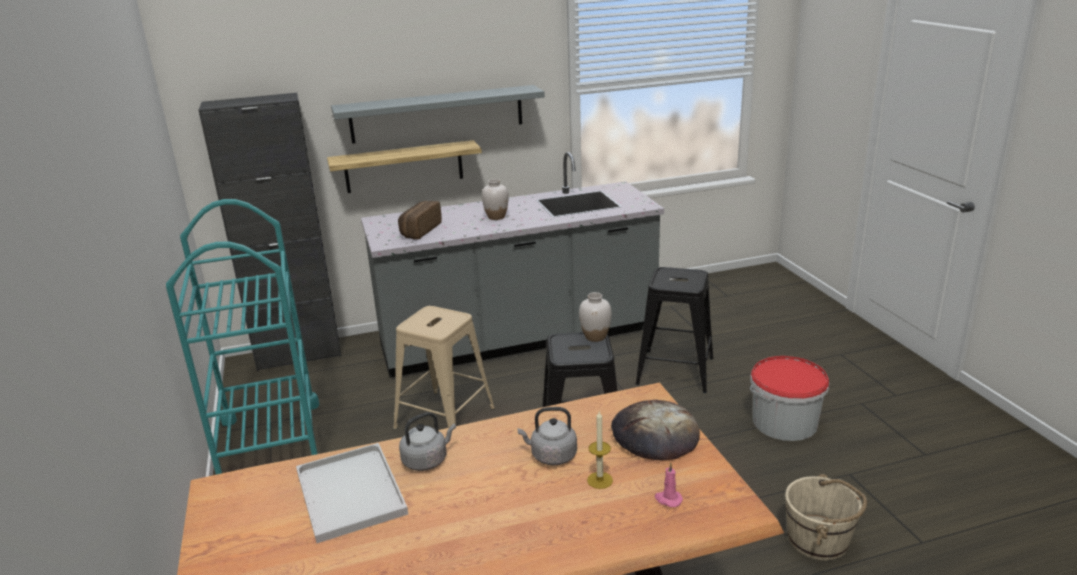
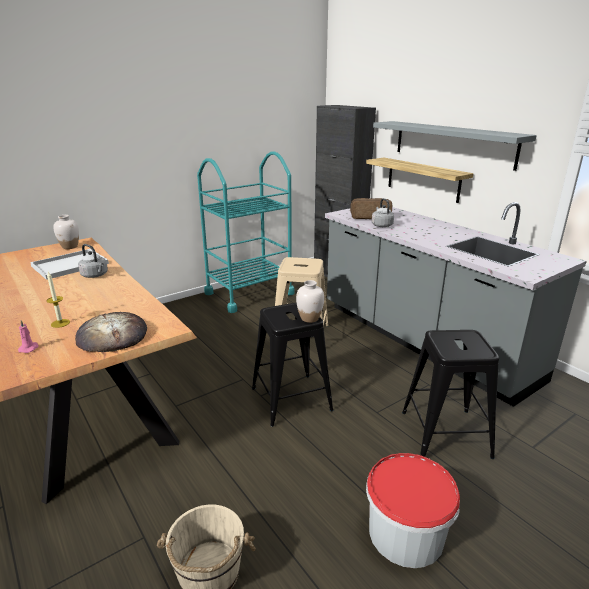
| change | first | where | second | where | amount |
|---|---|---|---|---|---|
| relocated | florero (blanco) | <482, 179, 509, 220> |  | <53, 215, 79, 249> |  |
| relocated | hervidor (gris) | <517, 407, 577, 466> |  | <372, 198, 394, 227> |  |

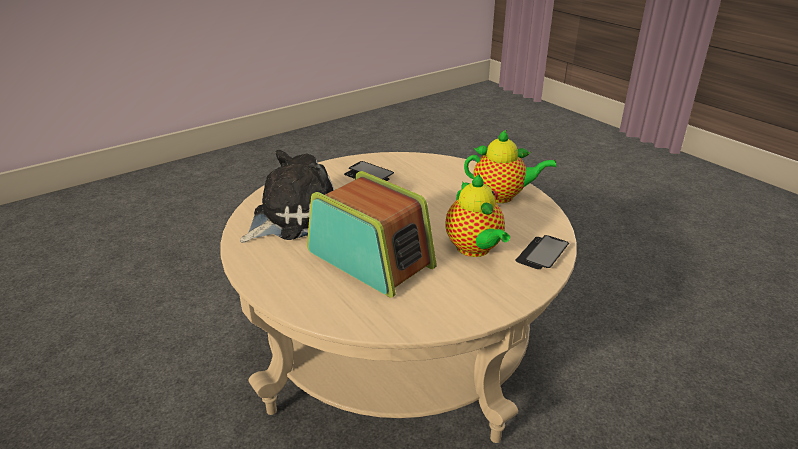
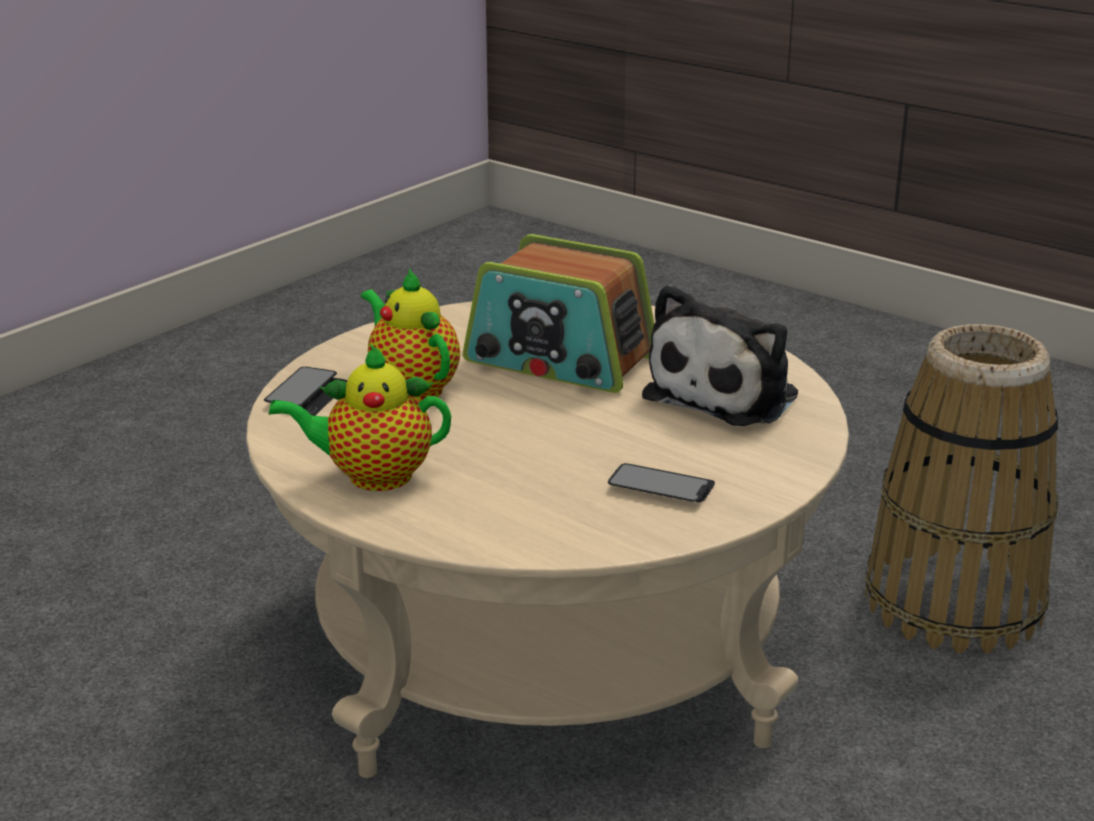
| change | first | where | second | where | amount |
|---|---|---|---|---|---|
| appeared |  |  | cesta | <865, 324, 1058, 654> |  |

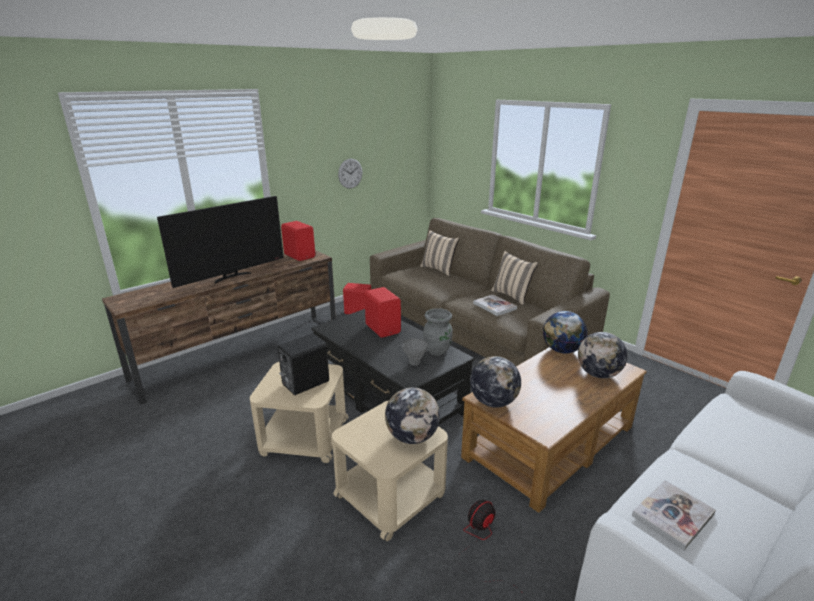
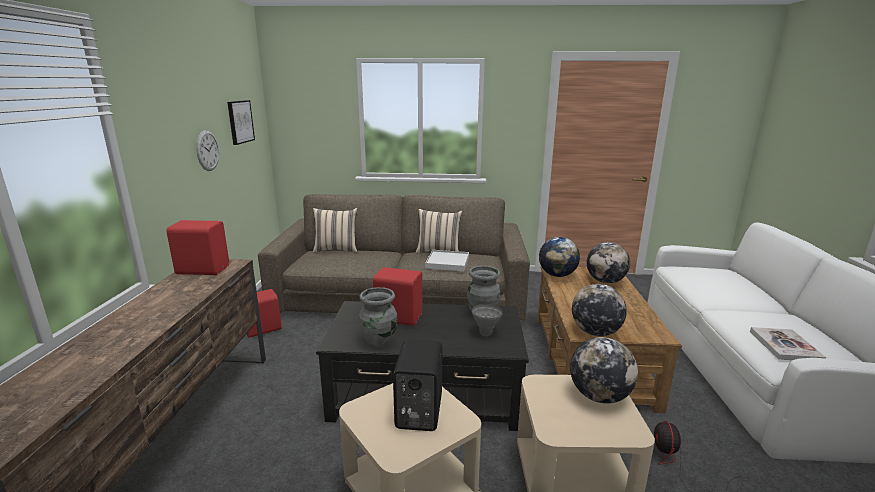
| change | first | where | second | where | amount |
|---|---|---|---|---|---|
| missing | televisor | <157, 196, 284, 288> |  |  |  |
| exchanged | libro | <473, 295, 517, 316> | bandeja (blanco) | <425, 250, 469, 272> |  |
| appeared |  |  | cuadro | <227, 100, 255, 145> |  |
| appeared |  |  | florero (gris) | <359, 287, 397, 348> |  |

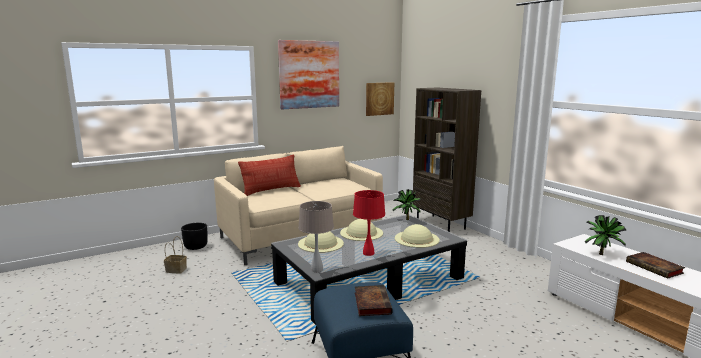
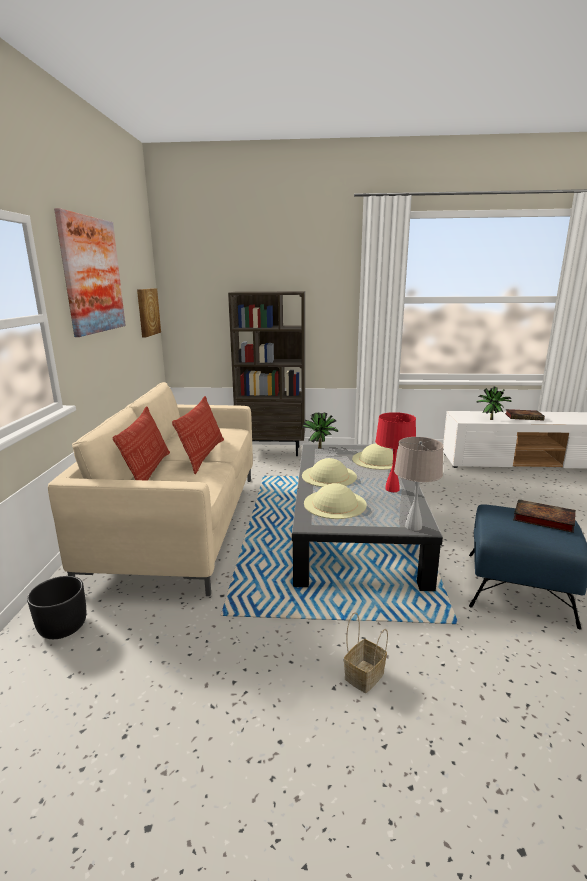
| change | first | where | second | where | amount |
|---|---|---|---|---|---|
| relocated | cesta | <164, 236, 187, 273> |  | <344, 612, 388, 693> |  |
| appeared |  |  | cojín | <172, 396, 224, 474> |  |

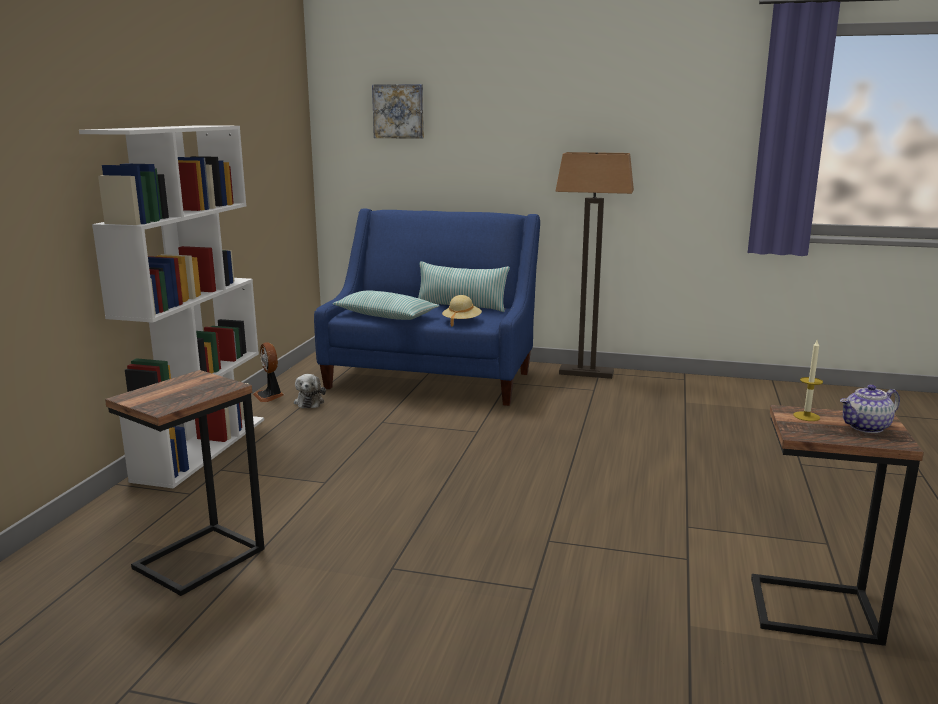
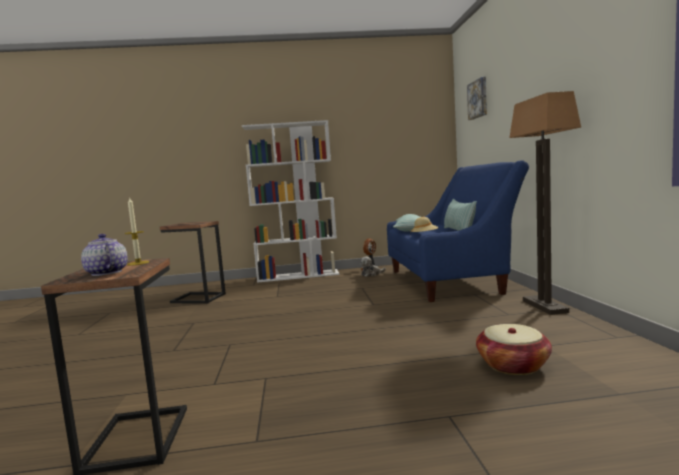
| change | first | where | second | where | amount |
|---|---|---|---|---|---|
| appeared |  |  | cesta | <476, 324, 552, 375> |  |

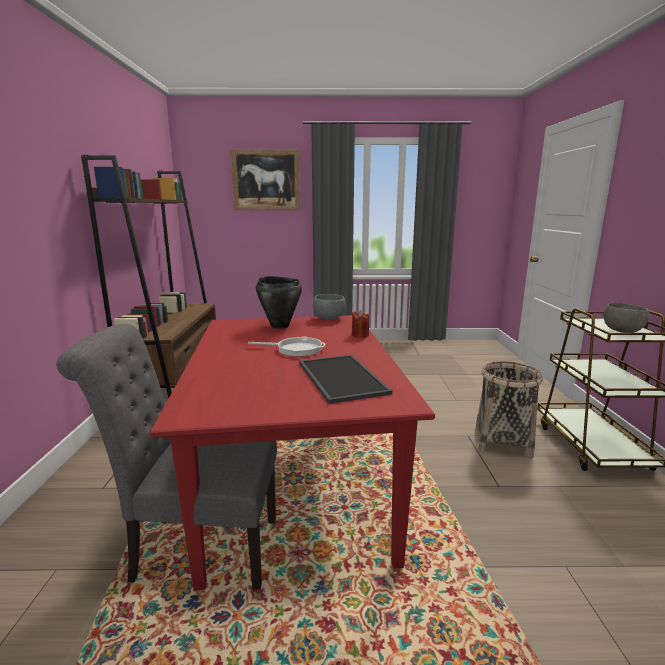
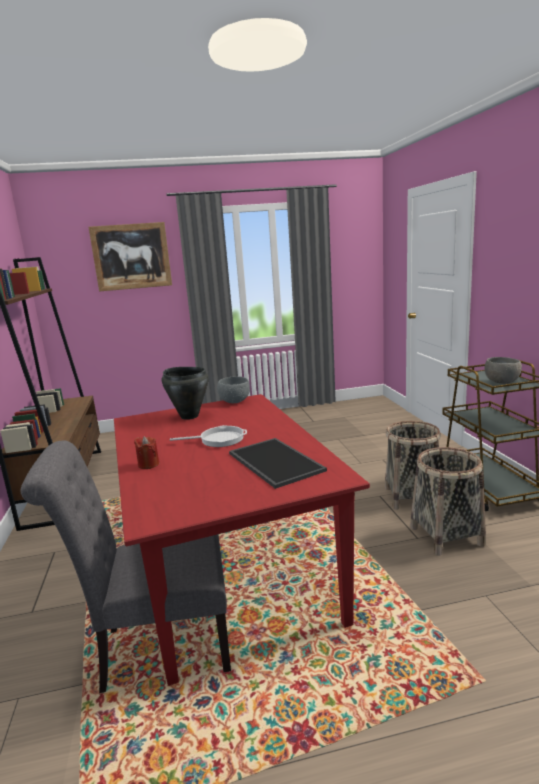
| change | first | where | second | where | amount |
|---|---|---|---|---|---|
| relocated | vela (rojo) | <352, 310, 369, 338> |  | <134, 436, 159, 469> |  |
| appeared |  |  | cesta | <410, 447, 486, 556> |  |

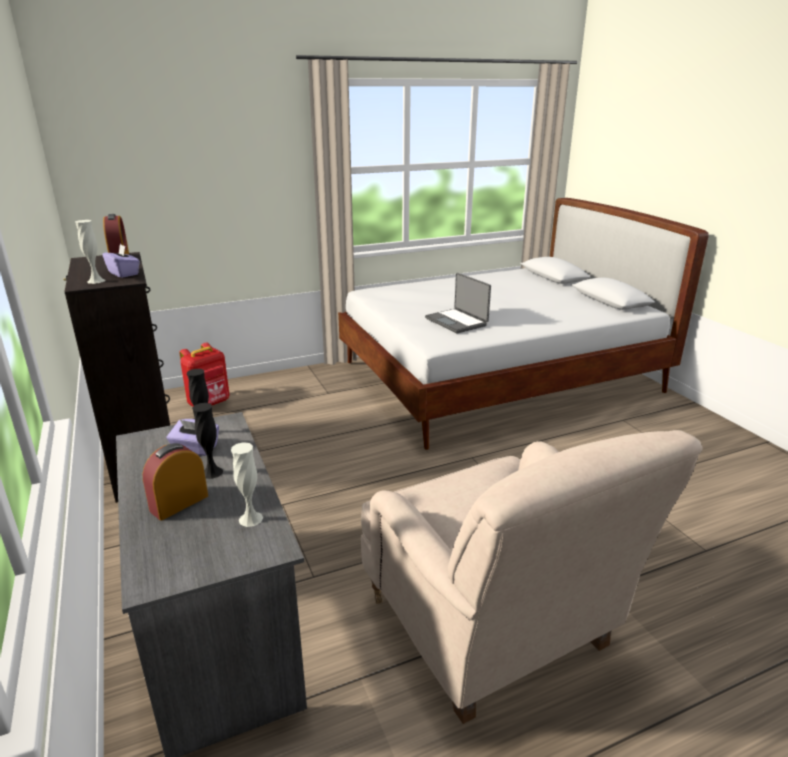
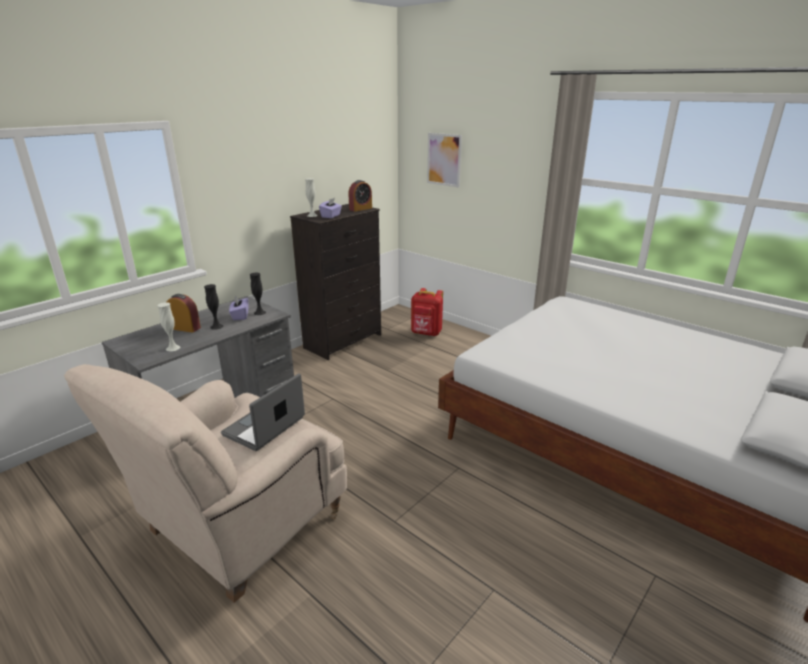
| change | first | where | second | where | amount |
|---|---|---|---|---|---|
| relocated | portátil | <425, 273, 491, 333> |  | <221, 374, 305, 451> |  |
| appeared |  |  | cuadro | <427, 133, 462, 187> |  |

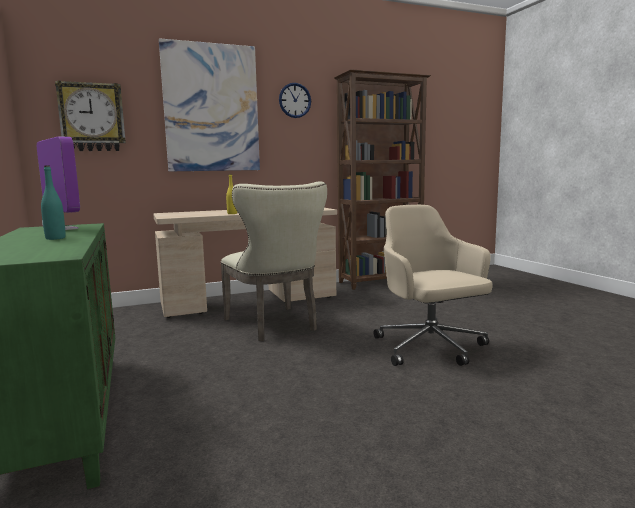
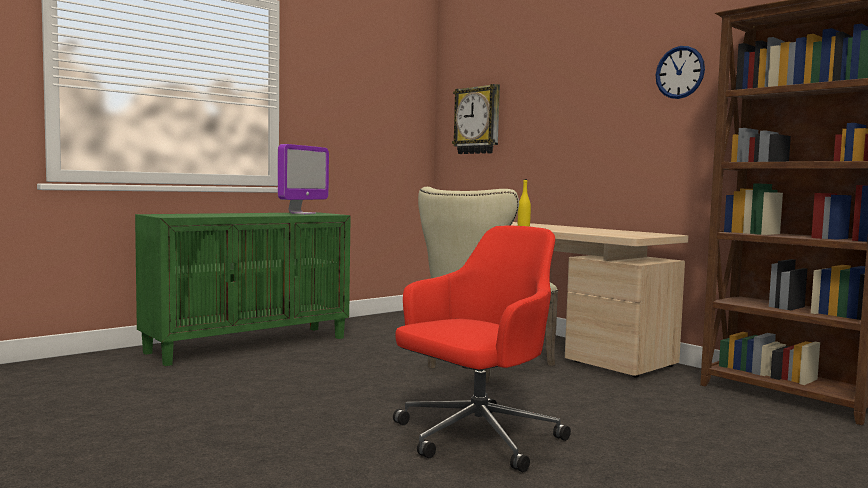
| change | first | where | second | where | amount |
|---|---|---|---|---|---|
| missing | botella (turquesa) | <41, 165, 66, 240> |  |  |  |
| missing | cuadro | <159, 38, 260, 171> |  |  |  |
| colour | silla de oficina (beis) | <374, 205, 493, 366> | silla de oficina (rojo) | <393, 225, 571, 472> |  |

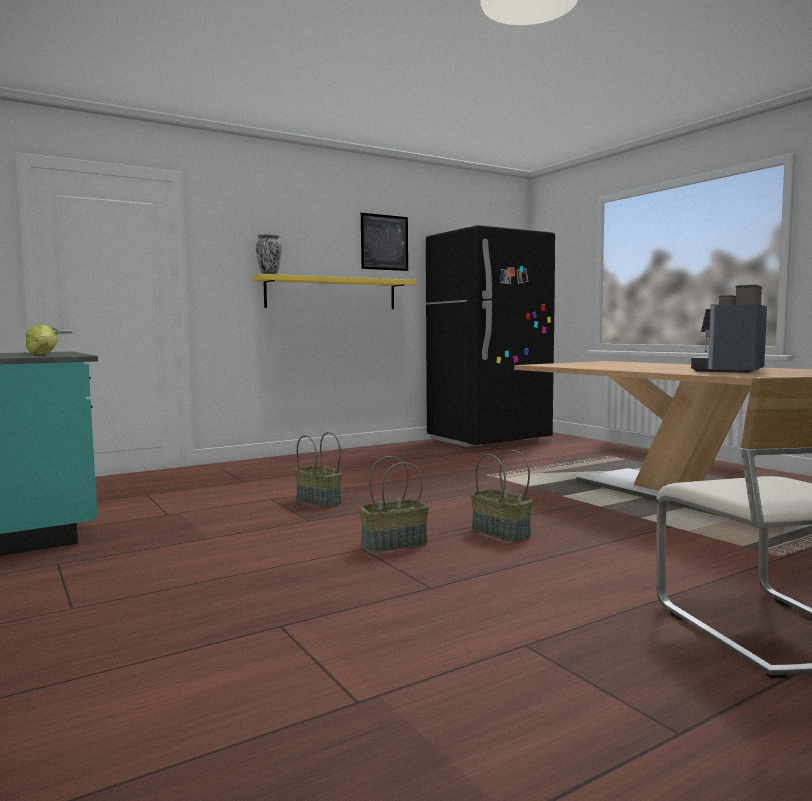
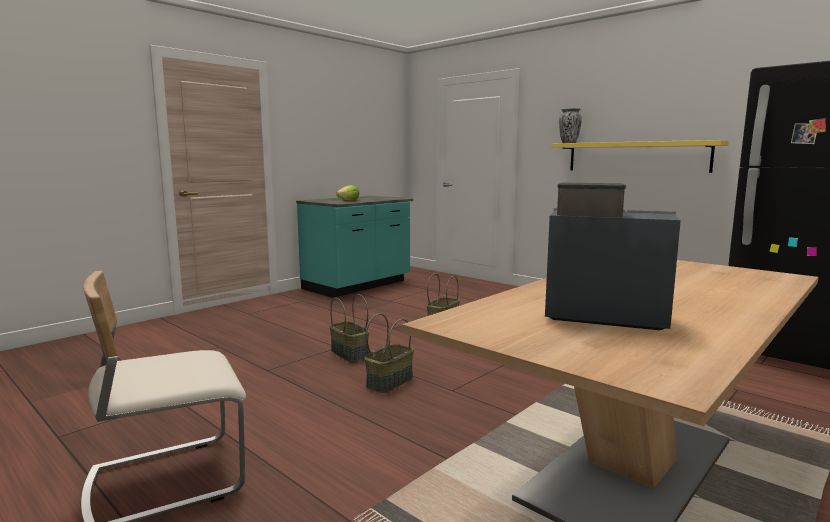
| change | first | where | second | where | amount |
|---|---|---|---|---|---|
| missing | cuadro | <361, 213, 408, 271> |  |  |  |

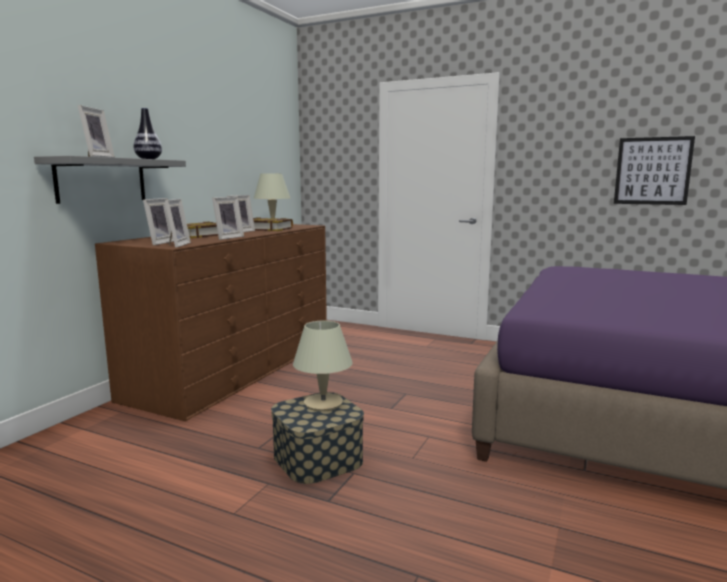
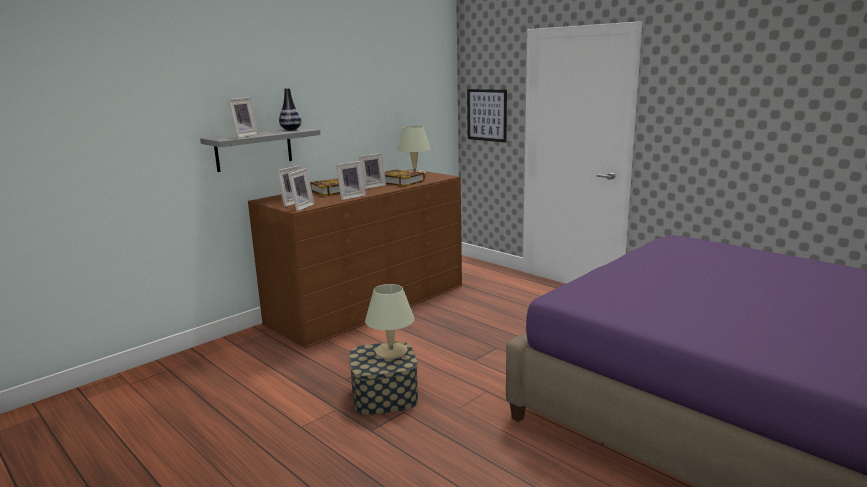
| change | first | where | second | where | amount |
|---|---|---|---|---|---|
| relocated | cuadro | <614, 136, 695, 205> |  | <467, 89, 507, 143> |  |

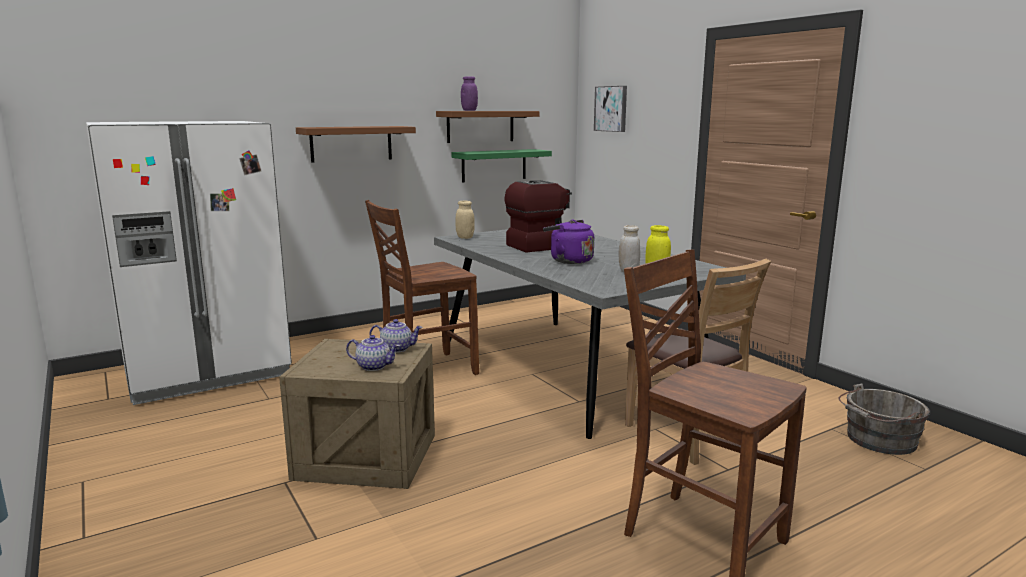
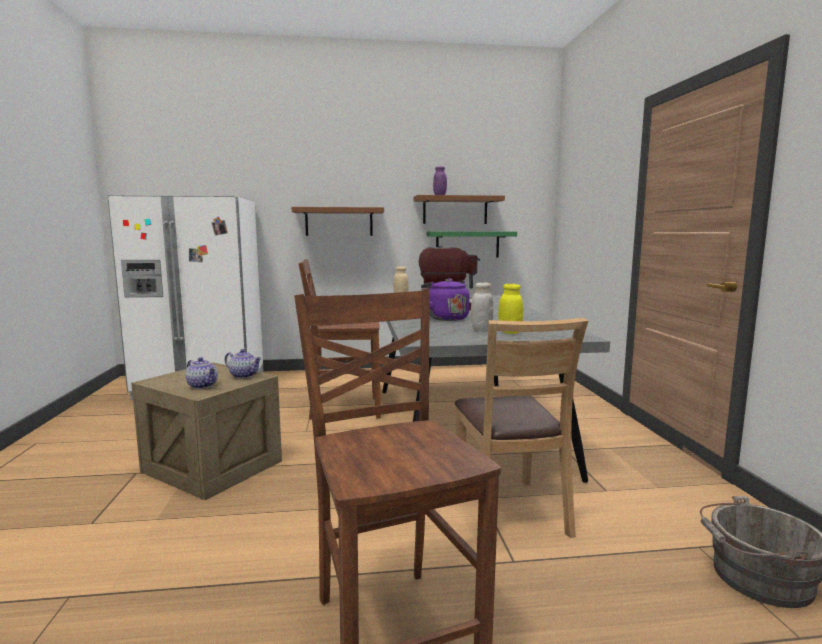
| change | first | where | second | where | amount |
|---|---|---|---|---|---|
| missing | cuadro | <594, 86, 627, 132> |  |  |  |

